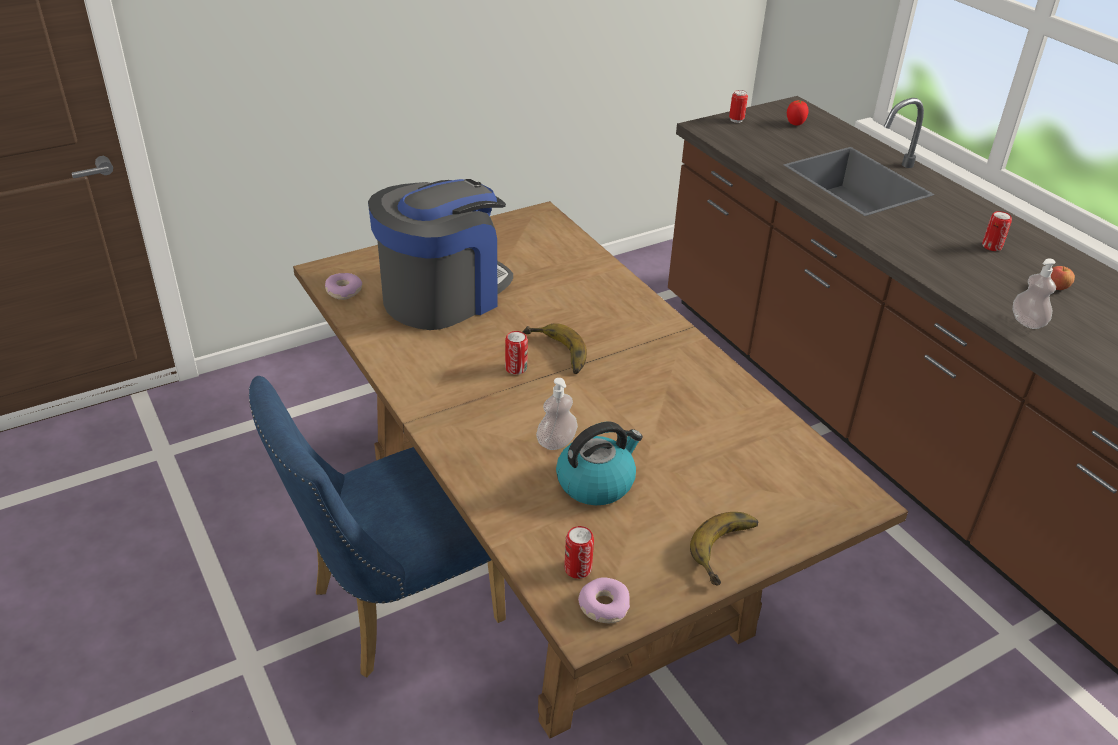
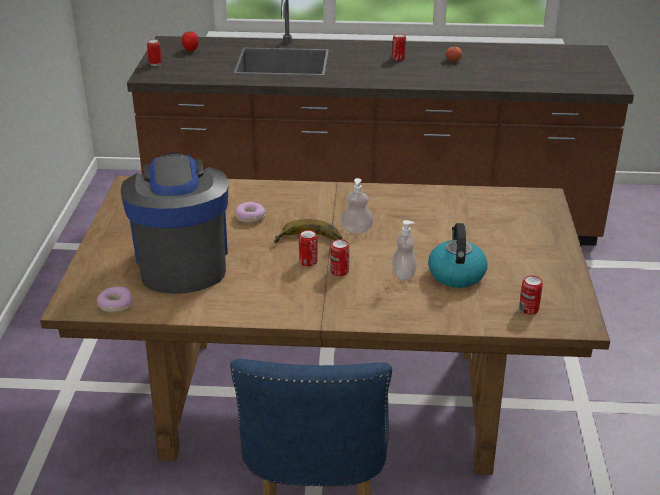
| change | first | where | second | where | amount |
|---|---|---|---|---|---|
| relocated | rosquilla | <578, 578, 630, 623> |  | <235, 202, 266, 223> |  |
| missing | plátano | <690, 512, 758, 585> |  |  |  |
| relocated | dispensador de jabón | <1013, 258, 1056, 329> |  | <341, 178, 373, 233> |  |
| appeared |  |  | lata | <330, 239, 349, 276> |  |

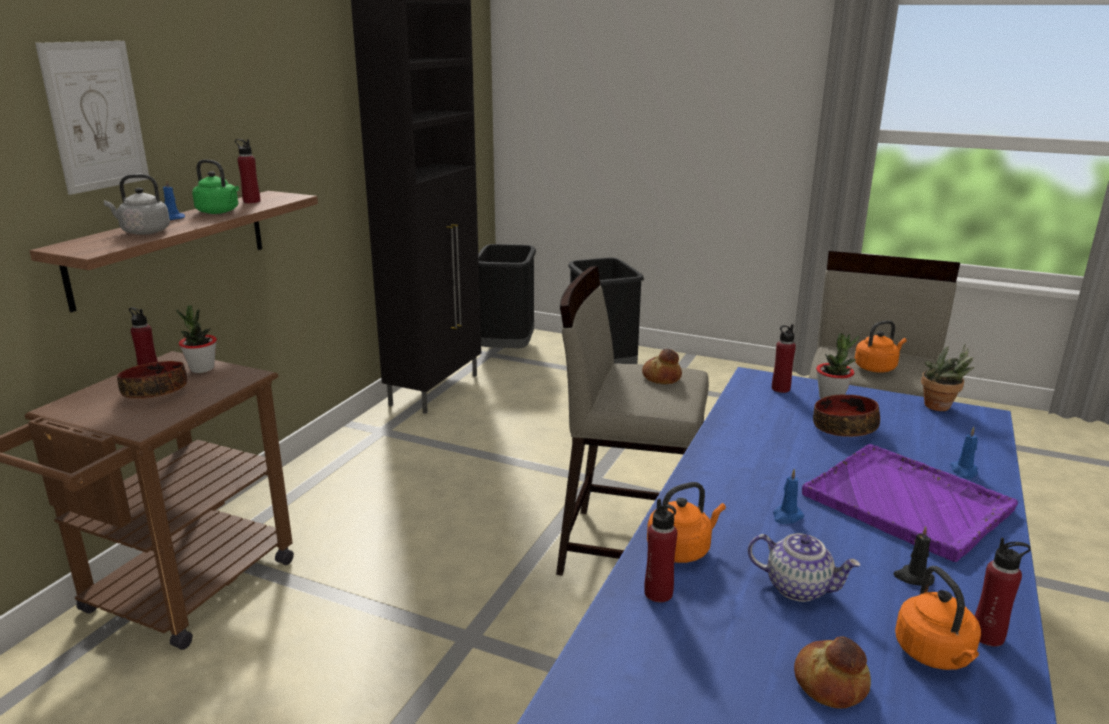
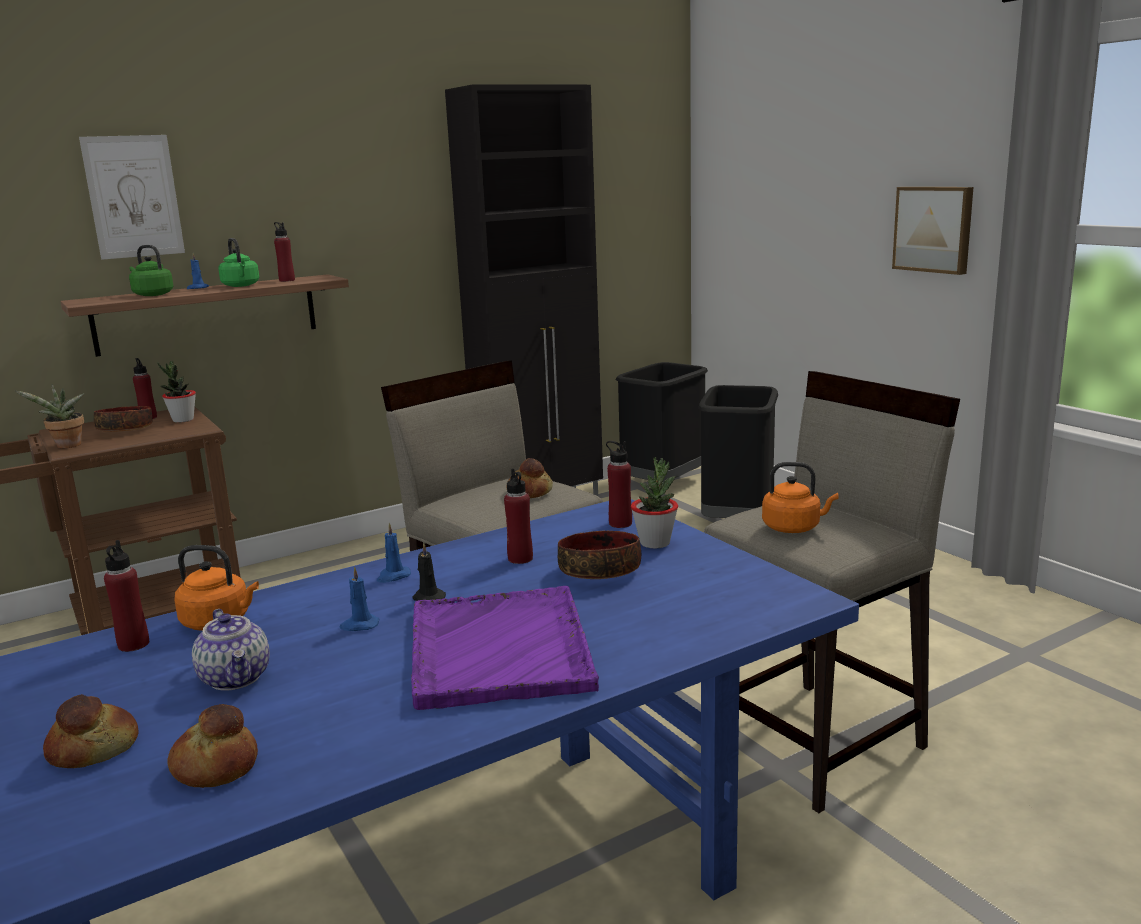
| change | first | where | second | where | amount |
|---|---|---|---|---|---|
| colour | hervidor (gris) | <104, 174, 170, 235> | hervidor (verde) | <129, 245, 173, 296> |  |
| relocated | vela (negro) | <893, 526, 935, 586> |  | <412, 543, 446, 601> |  |
| exchanged | hervidor (naranja) | <895, 566, 981, 670> | pan | <167, 704, 258, 788> |  |
| relocated | planta en maceta | <921, 344, 974, 411> |  | <15, 384, 85, 448> |  |
| relocated | vela (azul) | <950, 427, 978, 479> |  | <377, 523, 411, 583> |  |
| relocated | botella (rojo) | <975, 537, 1031, 647> |  | <504, 468, 533, 564> |  |
| appeared |  |  | cuadro | <892, 187, 973, 275> |  |

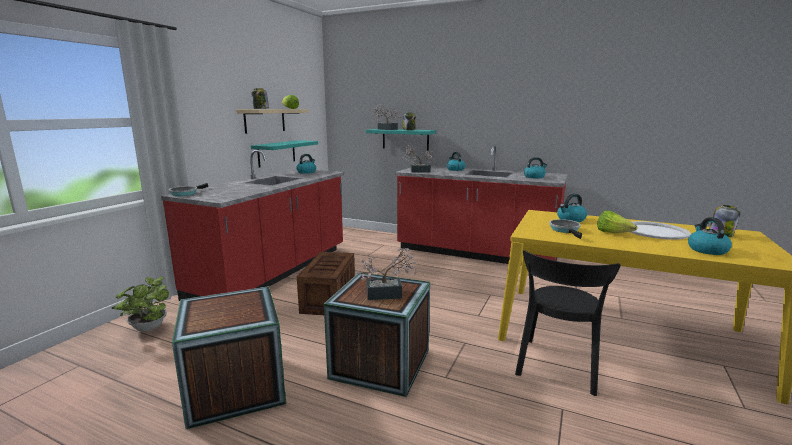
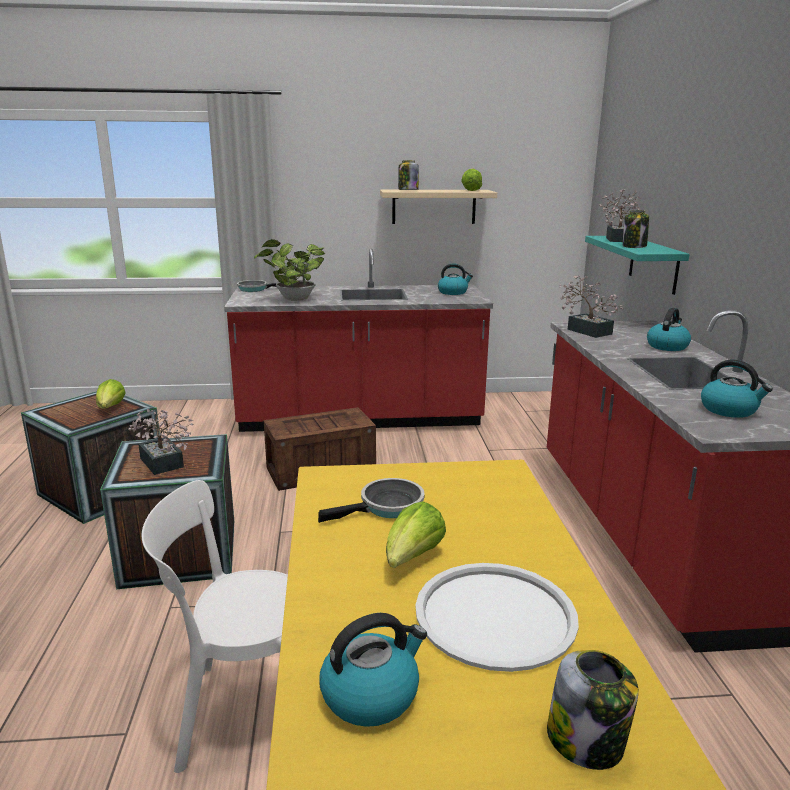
| change | first | where | second | where | amount |
|---|---|---|---|---|---|
| relocated | planta en maceta | <112, 277, 169, 332> |  | <254, 239, 325, 301> |  |
| missing | estante (turquesa) | <251, 140, 318, 167> |  |  |  |
| colour | silla (negro) | <515, 250, 621, 396> | silla (blanco) | <142, 480, 288, 773> |  |
| missing | hervidor | <557, 194, 587, 222> |  |  |  |
| appeared |  |  | lechuga | <96, 379, 125, 409> |  |

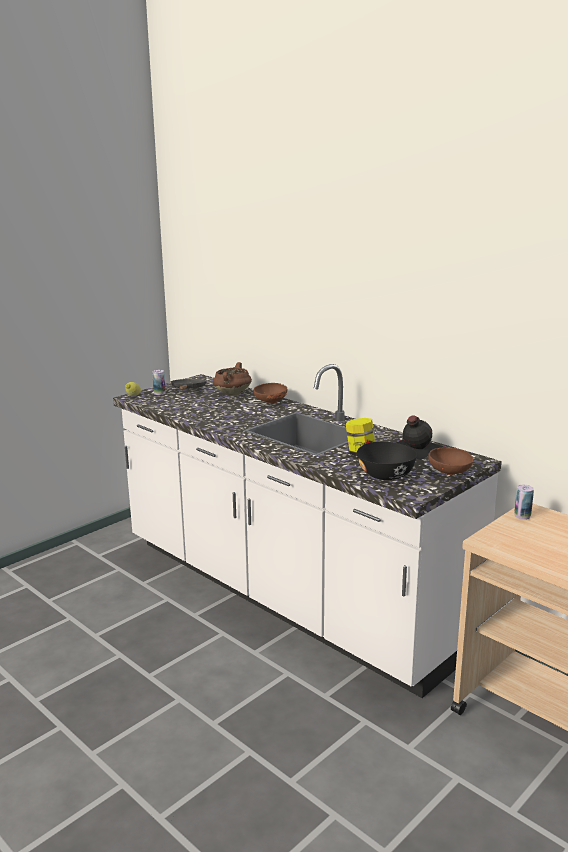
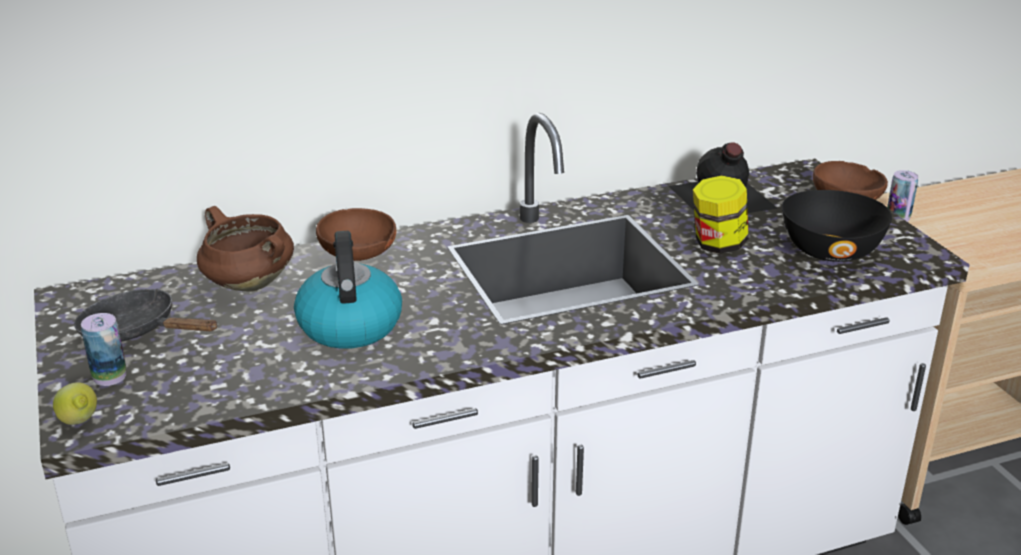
| change | first | where | second | where | amount |
|---|---|---|---|---|---|
| appeared |  |  | hervidor | <294, 231, 402, 349> |  |

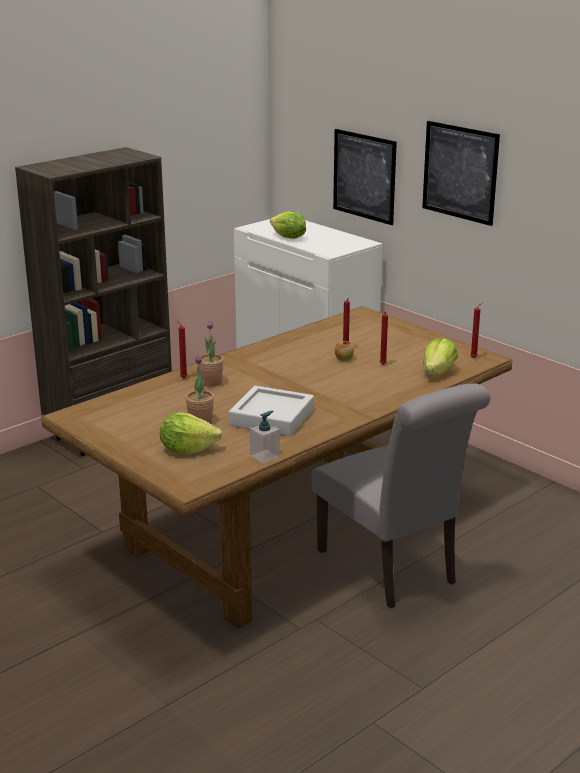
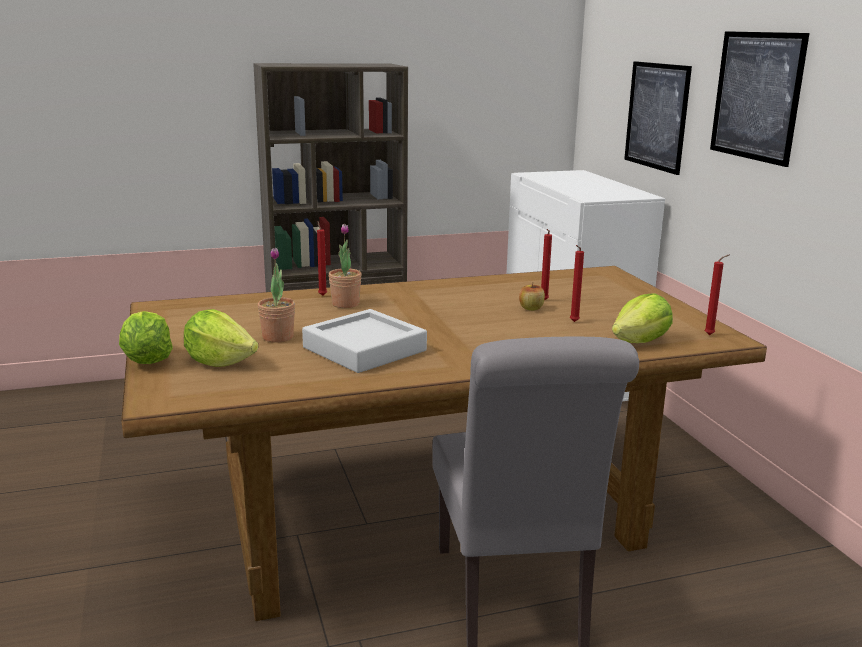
| change | first | where | second | where | amount |
|---|---|---|---|---|---|
| missing | dispensador de jabón | <249, 411, 280, 464> |  |  |  |
| relocated | lechuga | <270, 211, 306, 239> |  | <119, 311, 173, 364> |  |

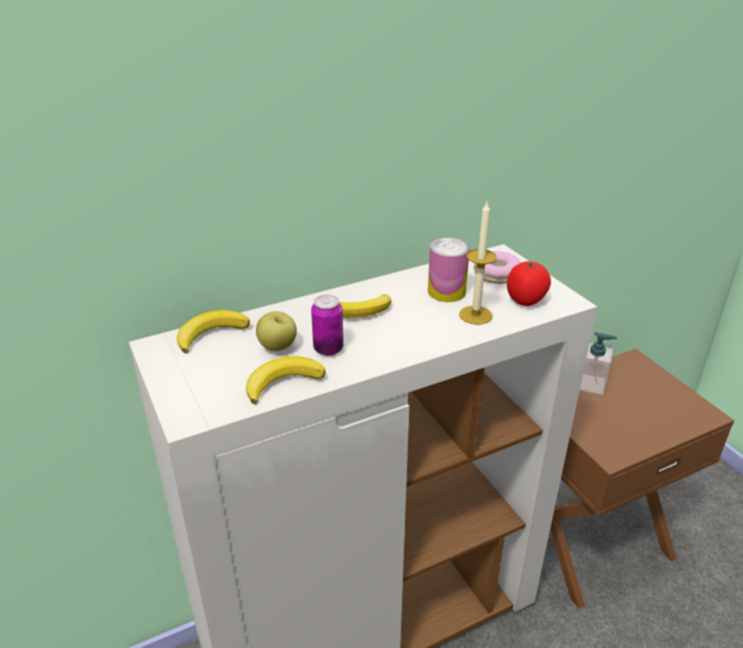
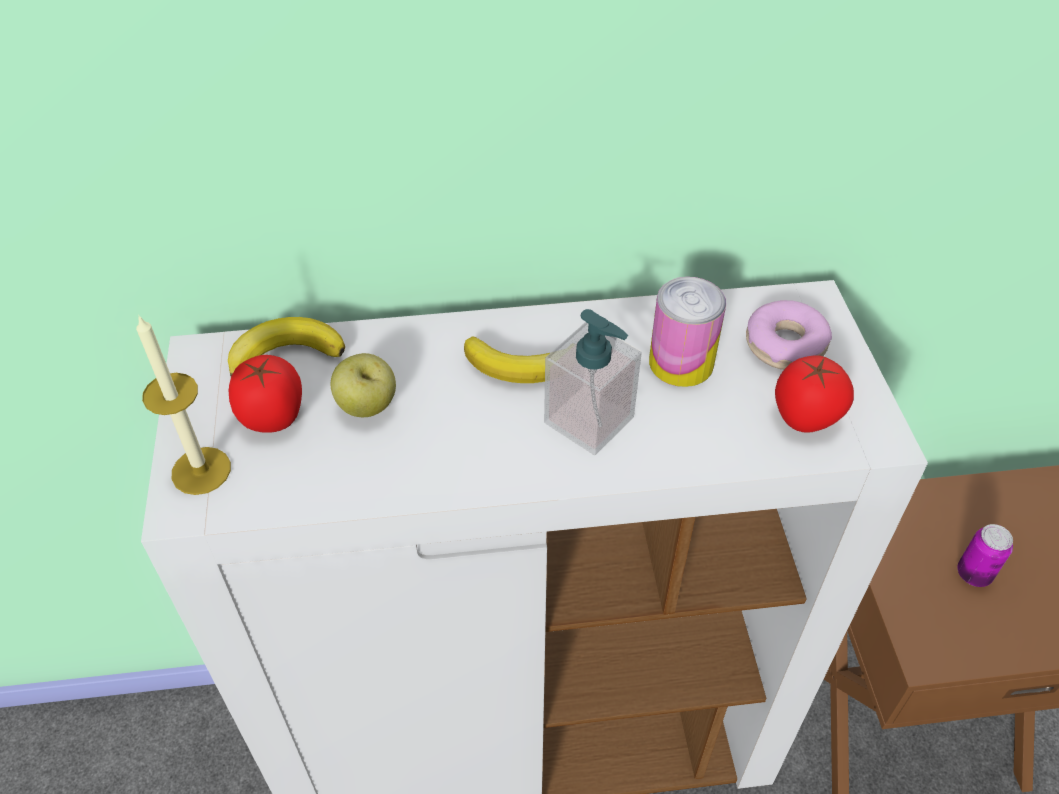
| change | first | where | second | where | amount |
|---|---|---|---|---|---|
| missing | plátano | <246, 356, 326, 405> |  |  |  |
| relocated | lata | <311, 295, 343, 356> |  | <957, 524, 1013, 587> |  |
| relocated | vela | <459, 202, 497, 325> |  | <136, 315, 231, 495> |  |
| relocated | dispensador de jabón | <580, 332, 617, 395> |  | <544, 309, 642, 455> |  |
| appeared |  |  | tomate | <229, 355, 302, 433> |  |

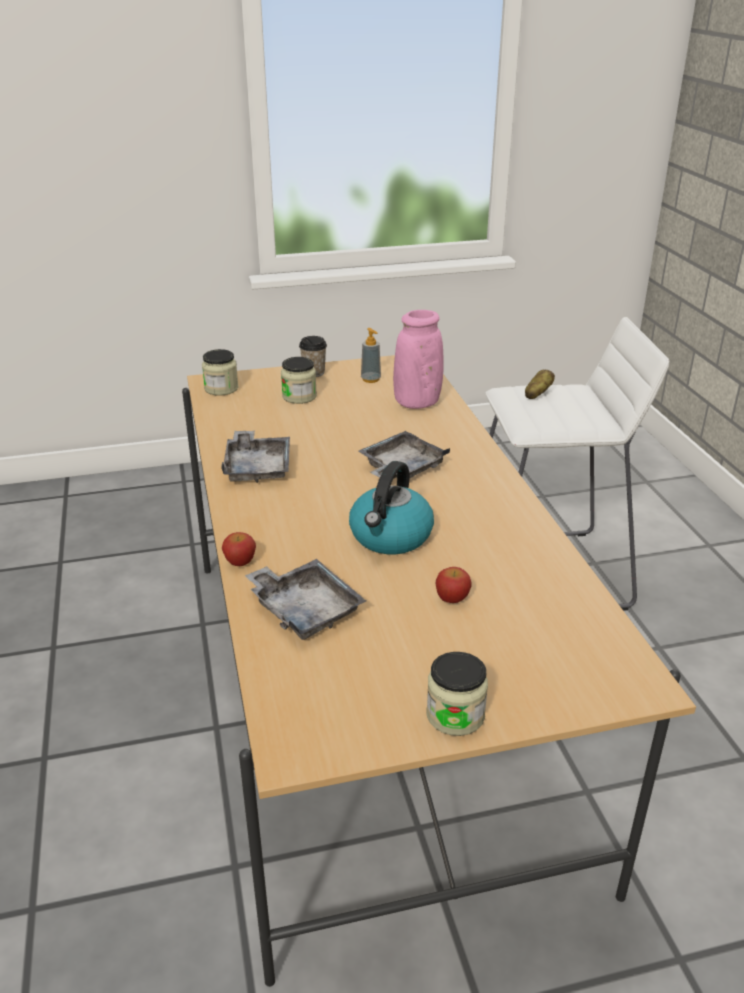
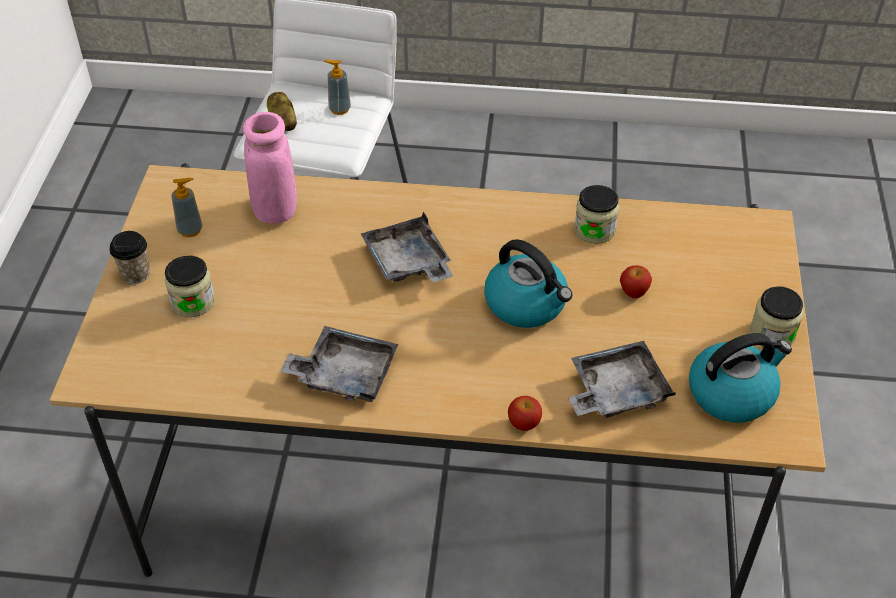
| change | first | where | second | where | amount |
|---|---|---|---|---|---|
| relocated | tarro | <202, 349, 239, 396> |  | <574, 185, 619, 244> |  |
| appeared |  |  | dispensador de jabón | <324, 60, 351, 115> |  |
| appeared |  |  | hervidor | <689, 333, 792, 422> |  |

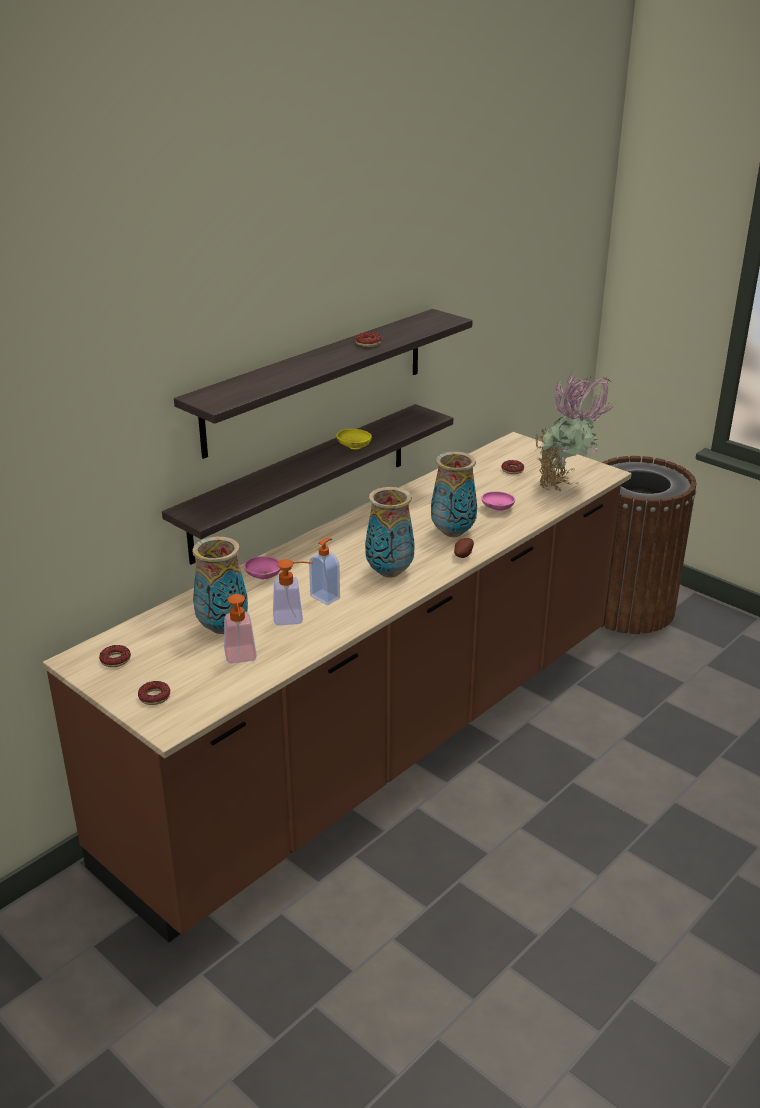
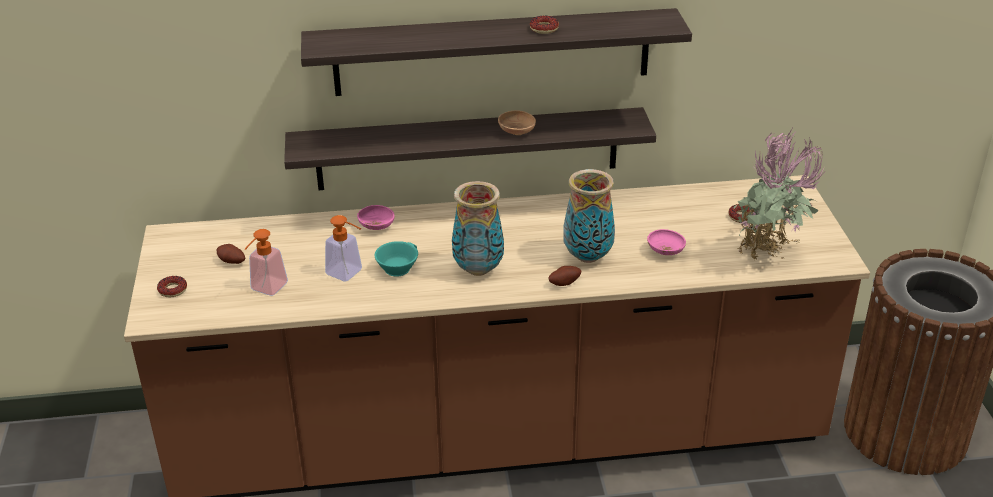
| change | first | where | second | where | amount |
|---|---|---|---|---|---|
| missing | rosquilla | <99, 645, 131, 667> |  |  |  |
| missing | florero | <192, 537, 248, 634> |  |  |  |
| exchanged | dispensador de jabón | <309, 538, 340, 605> | taza (turquesa) | <374, 241, 418, 277> |  |
| colour | cuenco (amarillo) | <336, 429, 372, 449> | cuenco (marrón) | <498, 110, 536, 135> |  |
| appeared |  |  | patata | <217, 244, 245, 264> |  |

